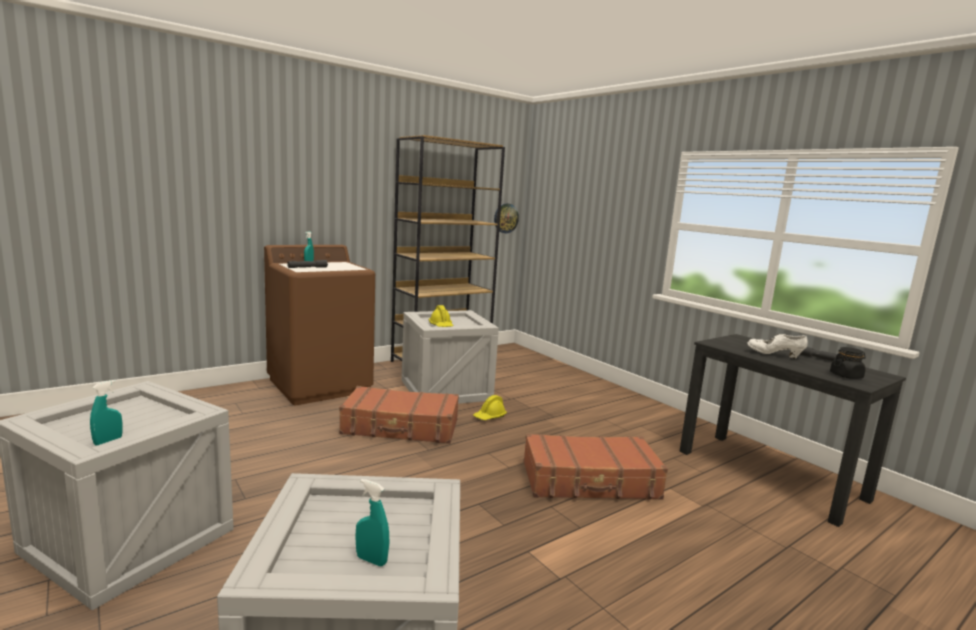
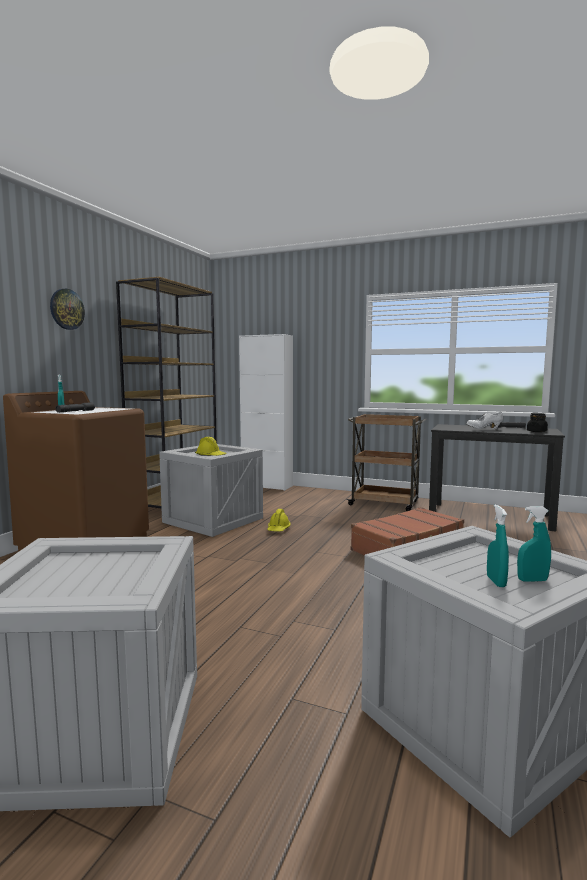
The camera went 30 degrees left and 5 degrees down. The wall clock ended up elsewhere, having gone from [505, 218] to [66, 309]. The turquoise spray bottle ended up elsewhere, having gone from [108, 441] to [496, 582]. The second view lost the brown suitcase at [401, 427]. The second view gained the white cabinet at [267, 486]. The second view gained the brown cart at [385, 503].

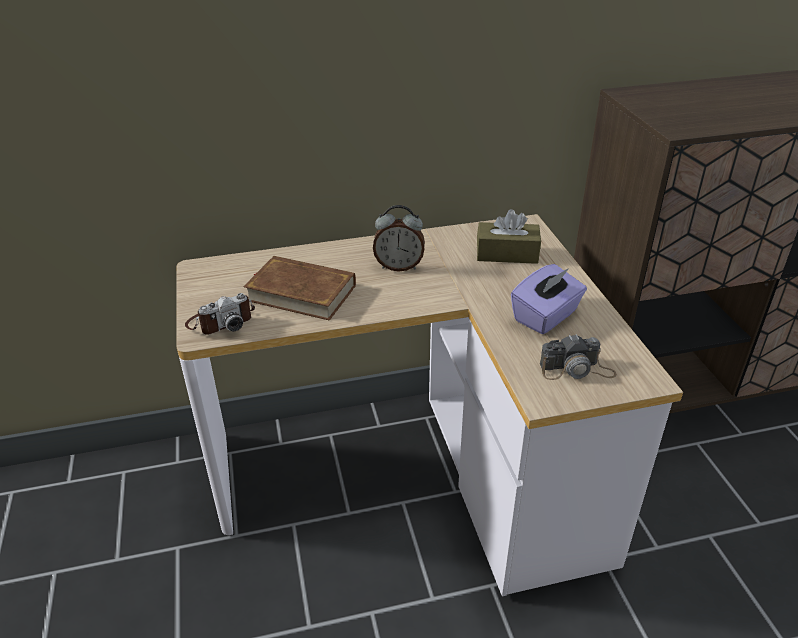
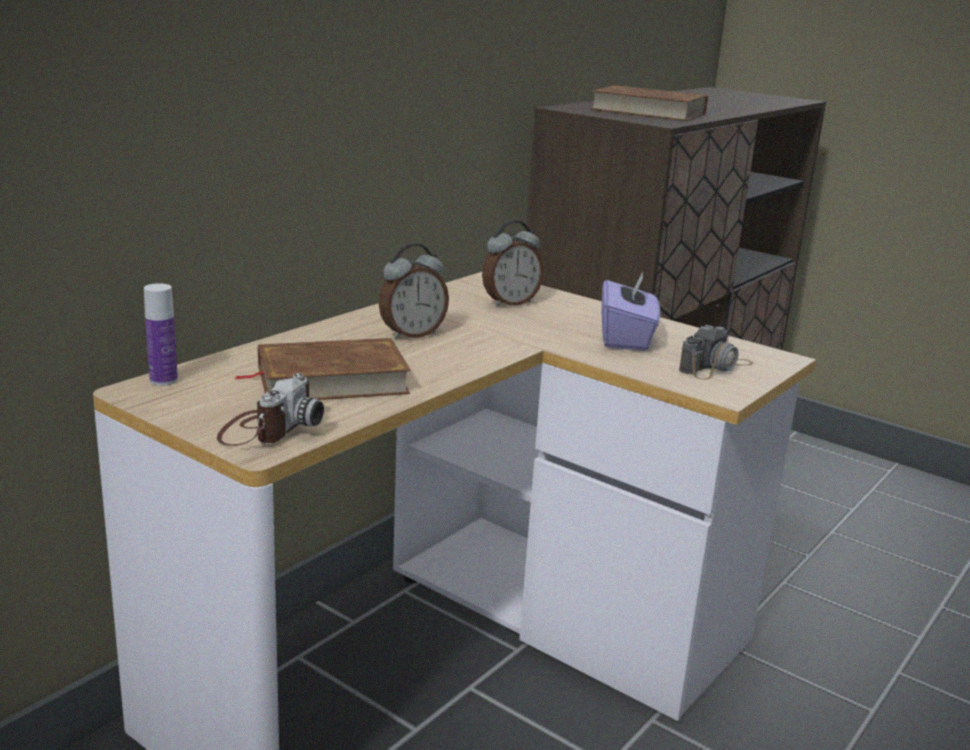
The camera went 40 degrees left and 15 degrees down. Where the brown tissue box stood at [507, 254], the alarm clock came to stand at [509, 303]. The second view gained the brown book at [647, 112]. The second view gained the bottle at [163, 380].

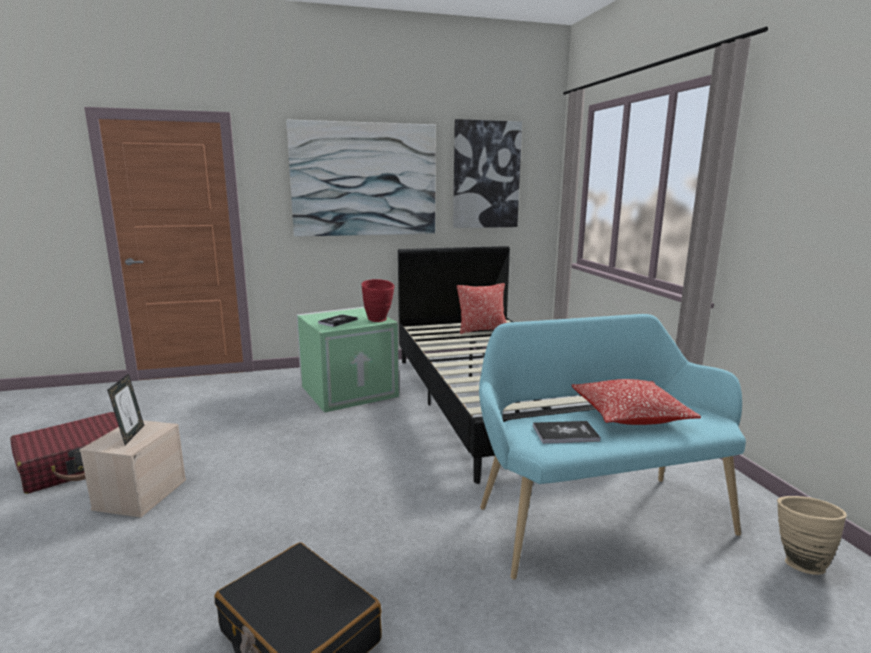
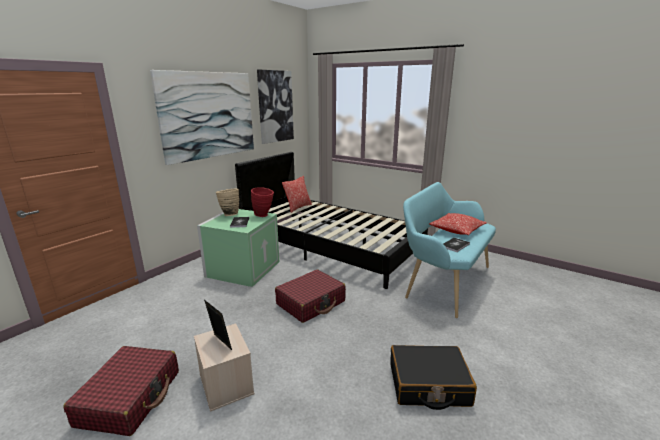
The camera went 40 degrees left and 5 degrees up. The beige vase ended up elsewhere, having gone from [798, 561] to [229, 214]. The second view gained the red suitcase at [311, 303].

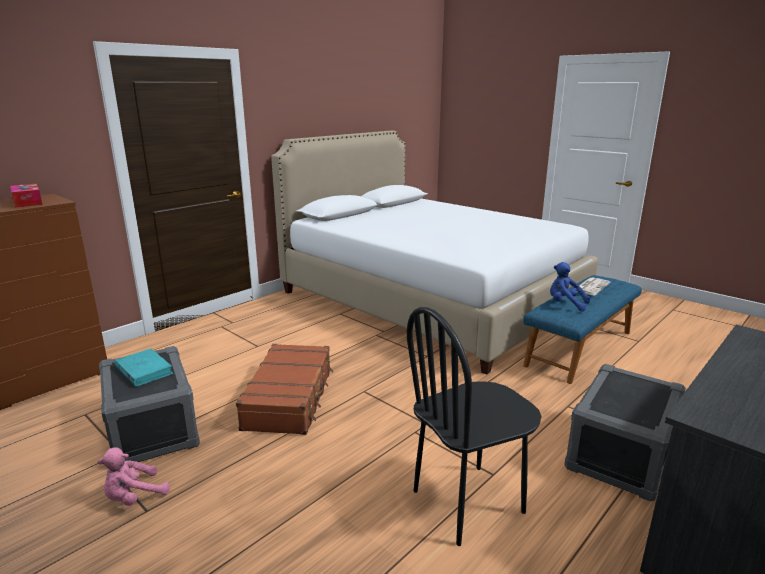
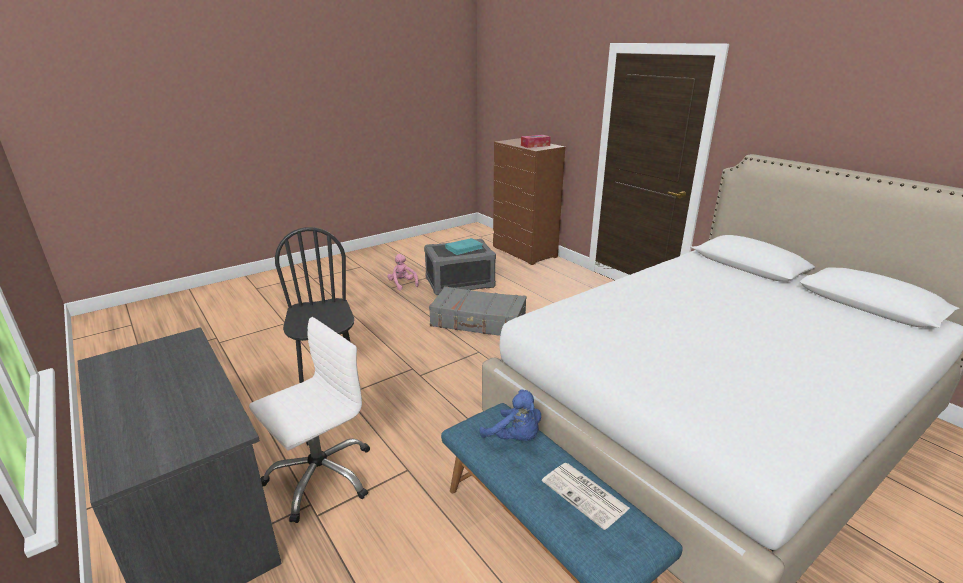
The camera went 100 degrees right and 5 degrees up. The blue plush toy at [565, 304] ended up facing another way, 90 degrees clockwise from before. What was the brown suitcase at [290, 398] turned into the grey suitcase at [478, 321]. Where the grey storage box stood at [619, 453], the white office chair came to stand at [320, 476].

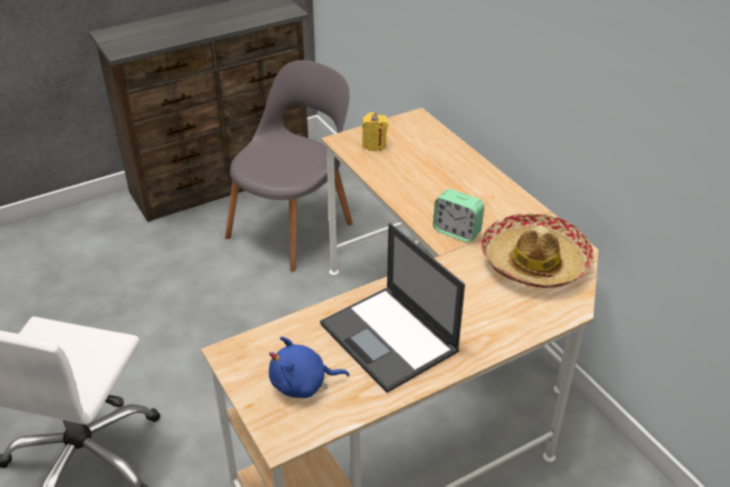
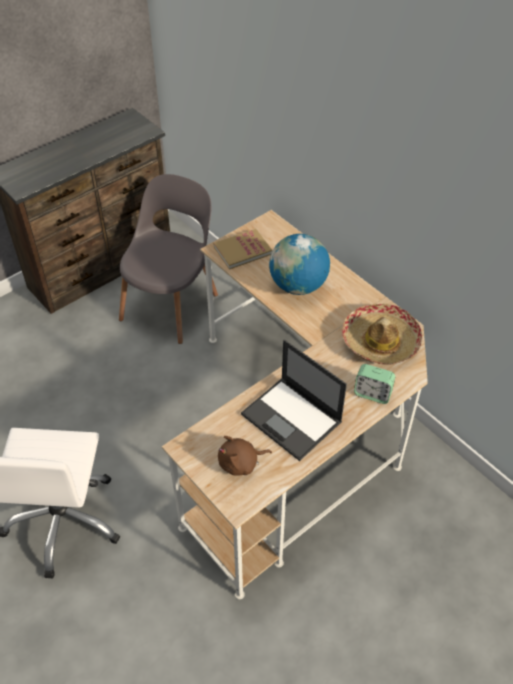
The camera went 10 degrees left and 10 degrees up. Where the yellow candle stood at [374, 144], the book came to stand at [242, 250]. The alarm clock ended up elsewhere, having gone from [457, 231] to [372, 393]. What was the blue plush toy at [303, 384] turned into the brown plush toy at [241, 463]. The second view gained the globe at [298, 285].

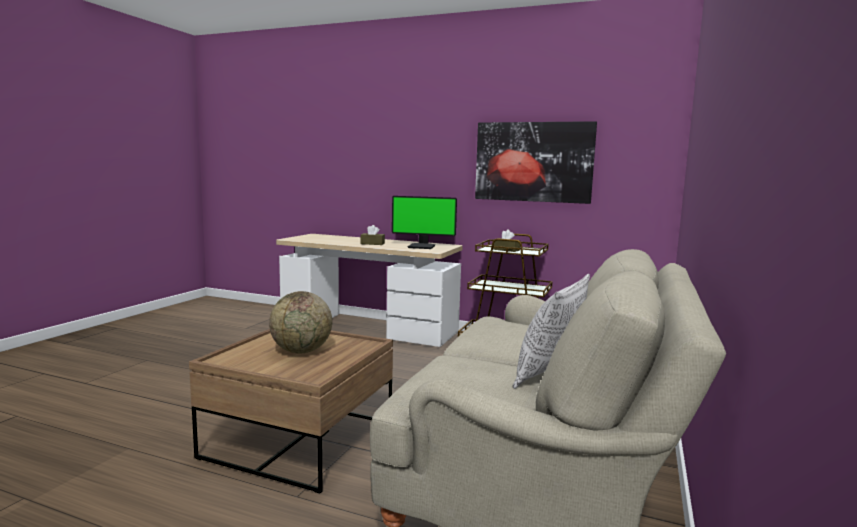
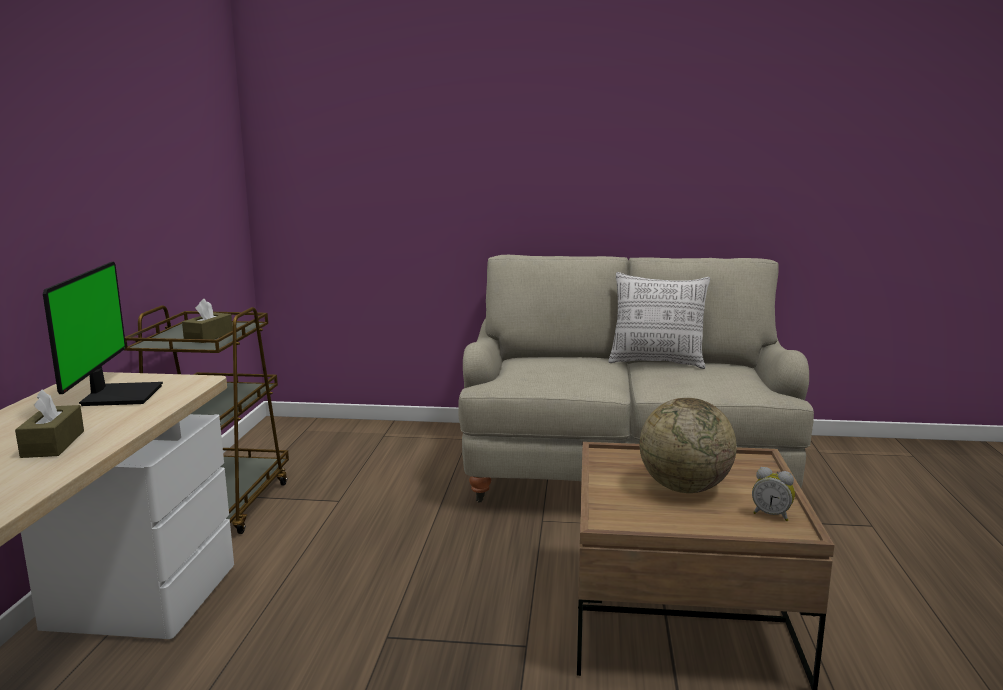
The camera went 105 degrees left and 5 degrees up. The second view lost the picture at [533, 162]. The second view gained the alarm clock at [771, 515].

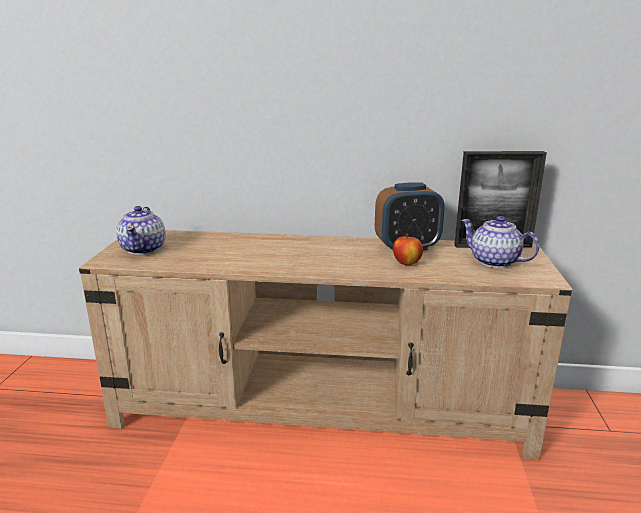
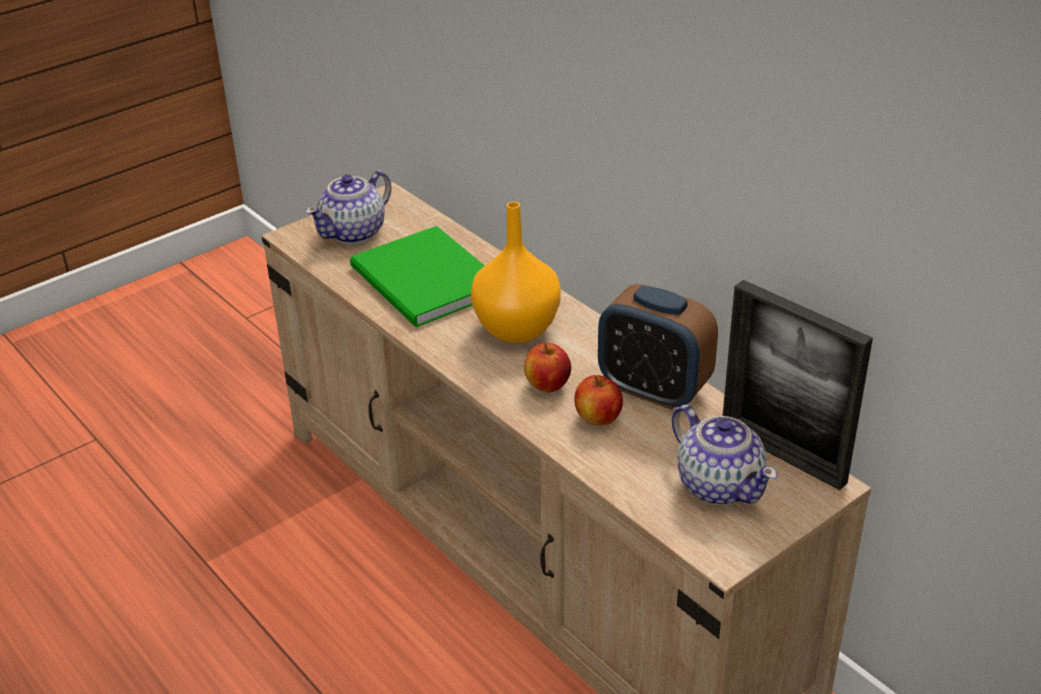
The camera went 45 degrees right and 15 degrees up. The teapot at [495, 262] ended up facing another way, 150 degrees clockwise from before. The second view gained the orange vase at [515, 329]. The second view gained the green book at [425, 283]. The second view gained the apple at [547, 385].

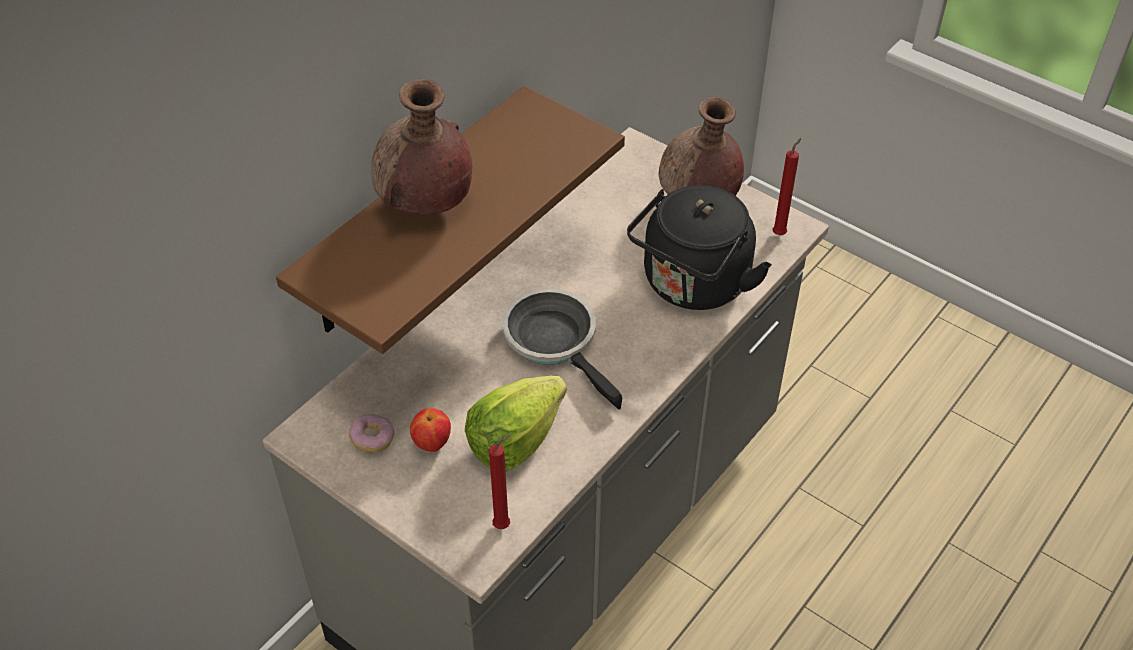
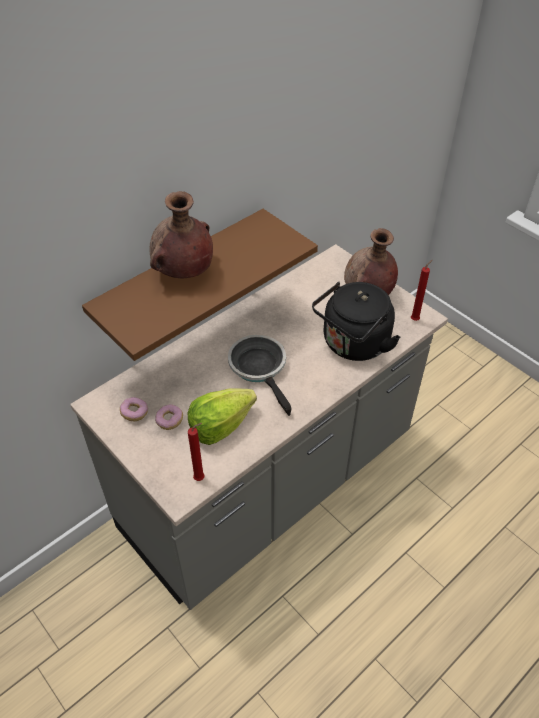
The camera went 10 degrees right and 0 degrees up. Where the apple stood at [432, 444], the donut came to stand at [169, 421].

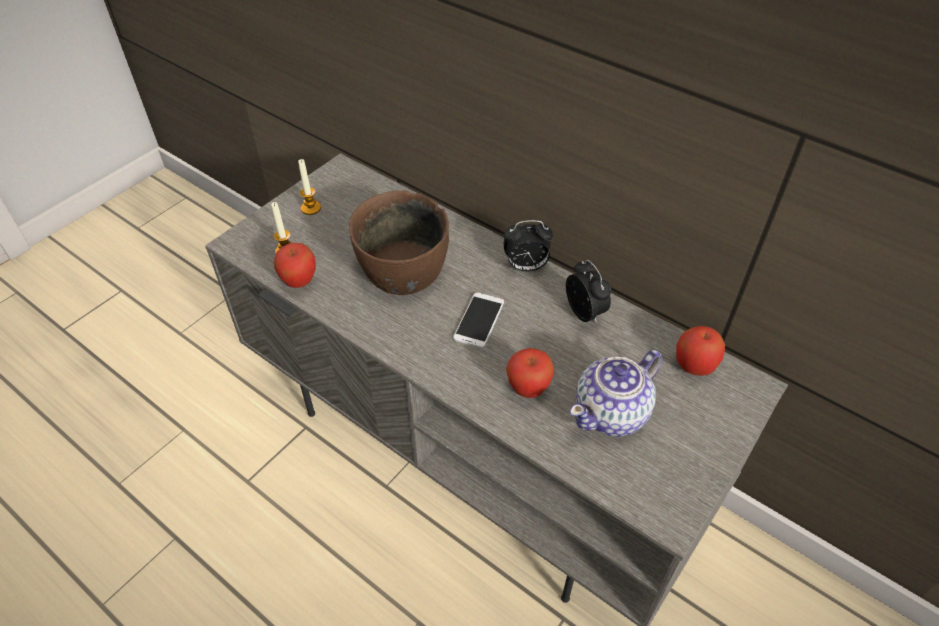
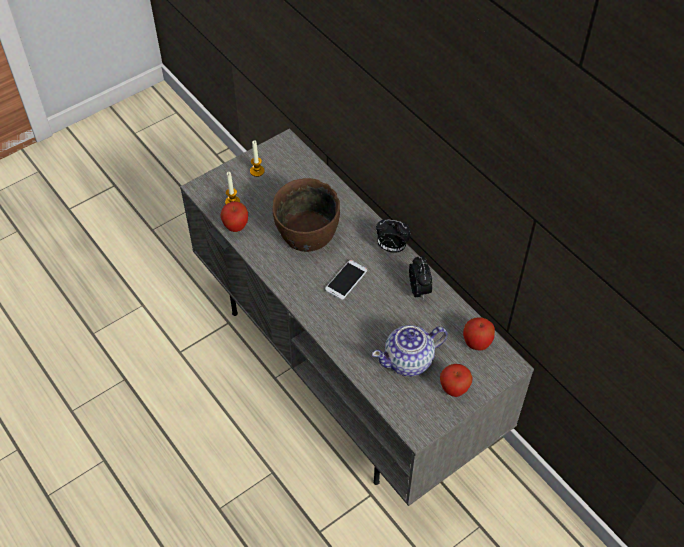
The camera went 15 degrees right and 5 degrees up. The apple ended up elsewhere, having gone from [528, 389] to [454, 390].

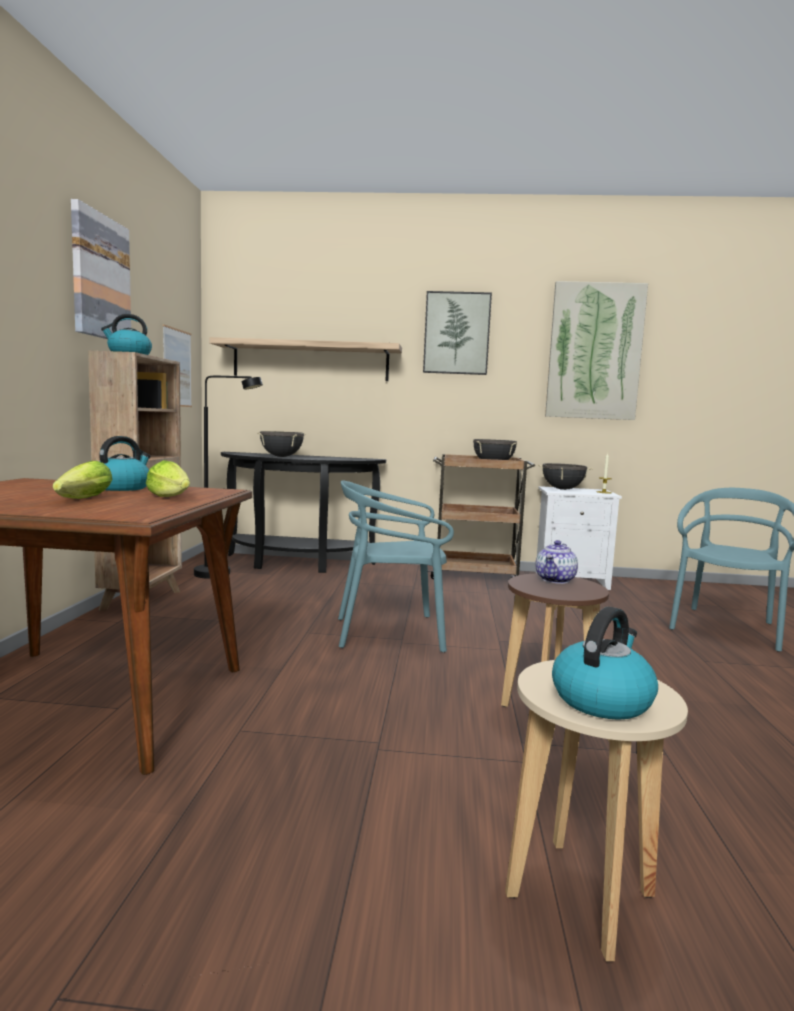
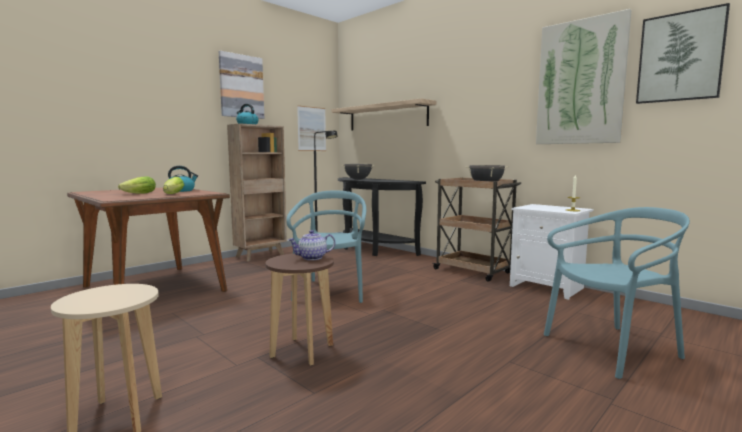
The camera went 40 degrees right and 0 degrees up. The picture ended up elsewhere, having gone from [456, 333] to [680, 57]. The second view lost the black cooking pot at [562, 489]. The turquoise chair at [390, 632] ended up facing another way, 60 degrees clockwise from before. The second view lost the kettle at [601, 699].

